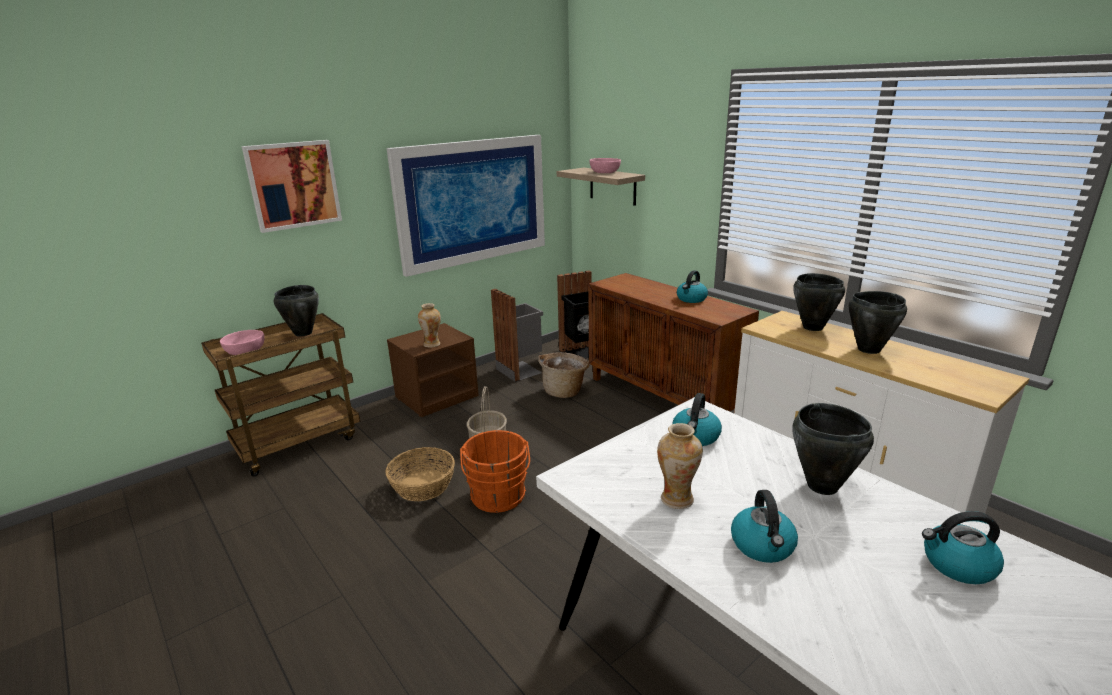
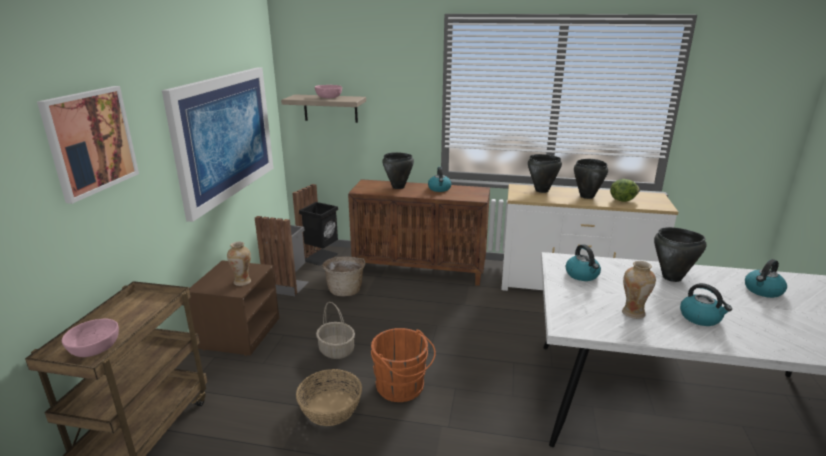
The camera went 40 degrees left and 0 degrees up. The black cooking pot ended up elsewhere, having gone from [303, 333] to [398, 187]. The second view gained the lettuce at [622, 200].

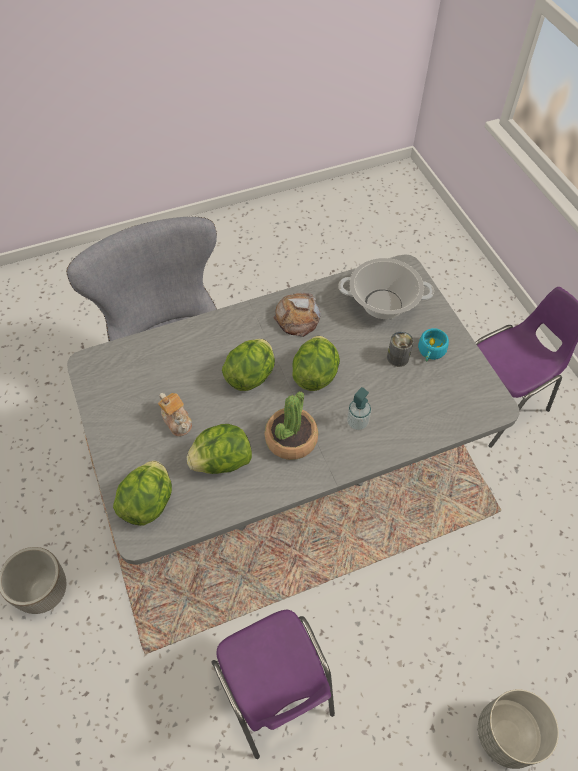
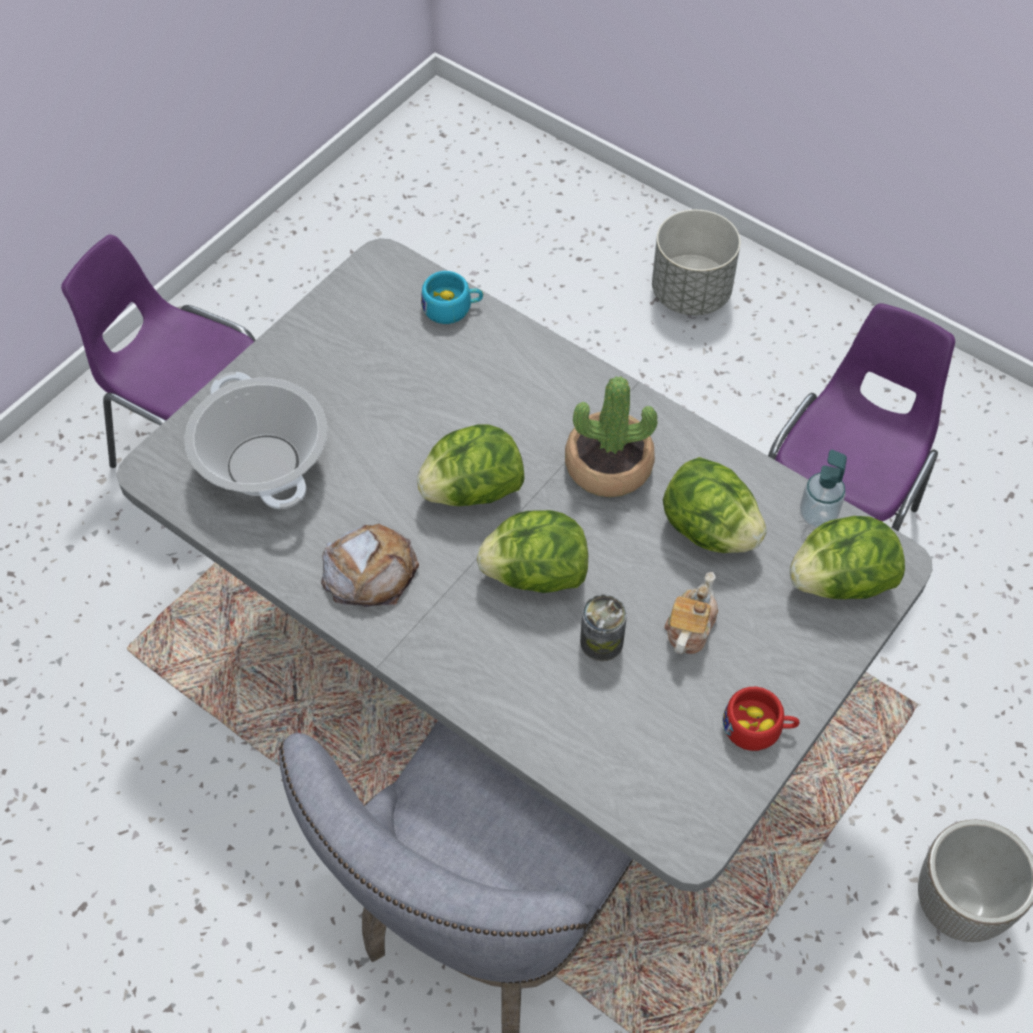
The camera went 120 degrees left and 0 degrees up. The turquoise cup ended up elsewhere, having gone from [430, 352] to [452, 308]. The can ended up elsewhere, having gone from [397, 357] to [601, 642]. The soap dispenser ended up elsewhere, having gone from [357, 423] to [817, 515]. The second view gained the red cup at [758, 727].

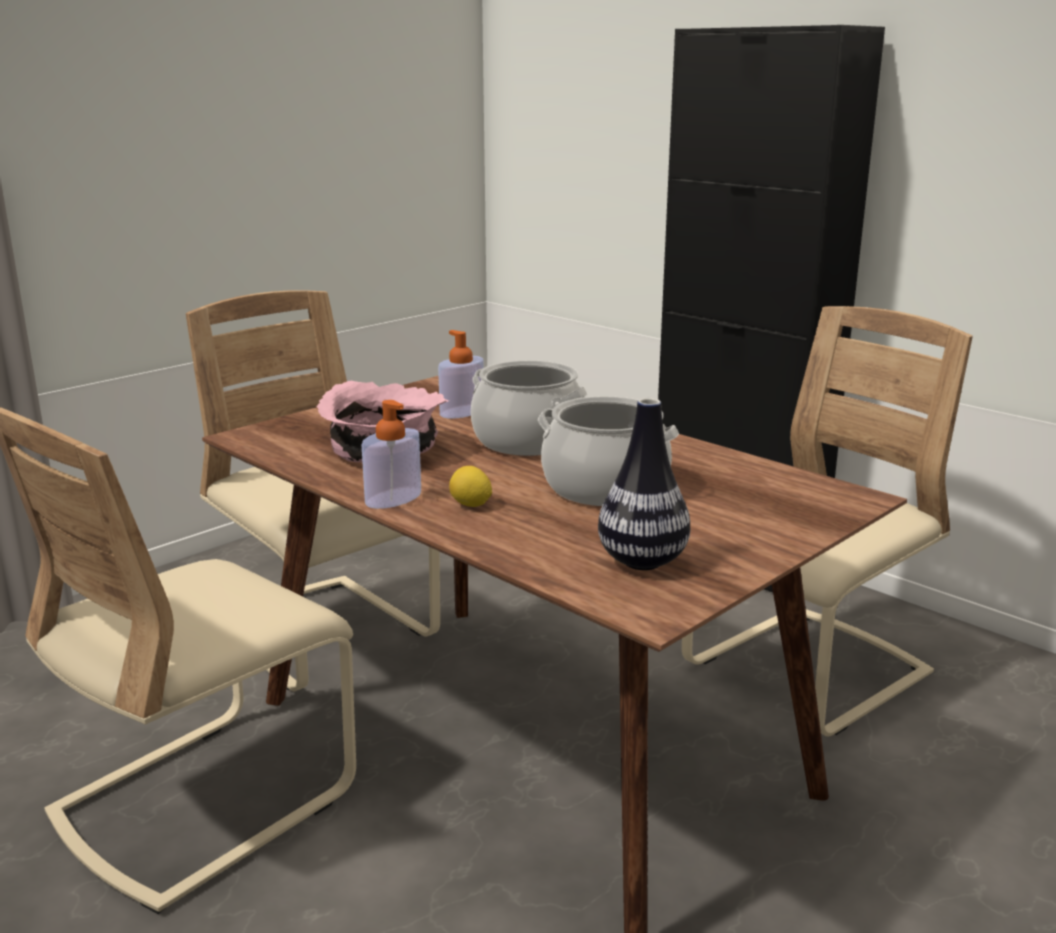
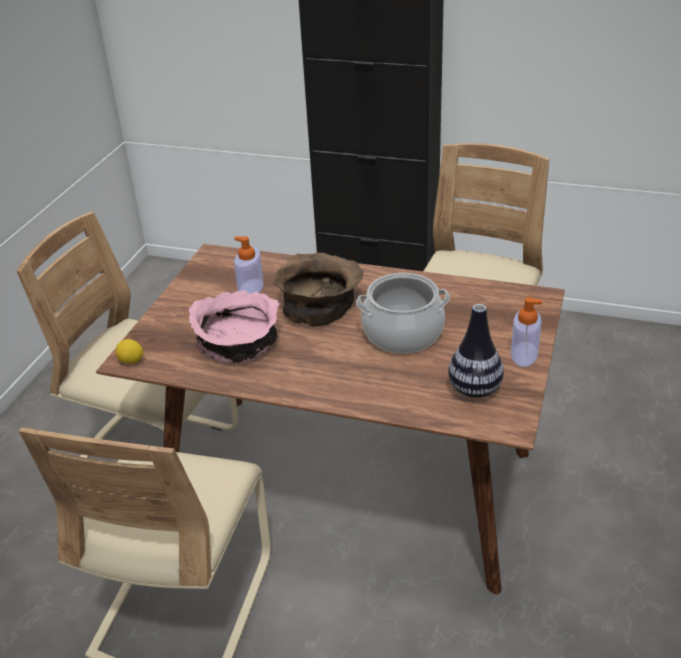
The camera went 25 degrees left and 15 degrees up. Where the cooking pot stood at [529, 440], the brown bowl came to stand at [320, 304]. The soap dispenser ended up elsewhere, having gone from [393, 498] to [524, 354]. The lemon ended up elsewhere, having gone from [470, 505] to [131, 361].

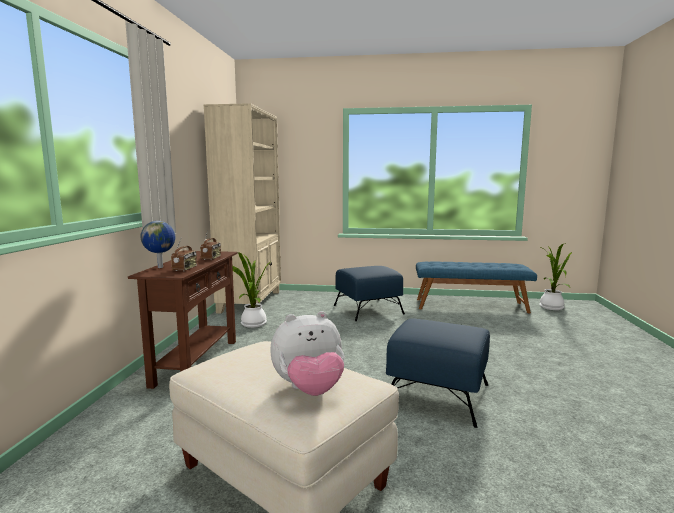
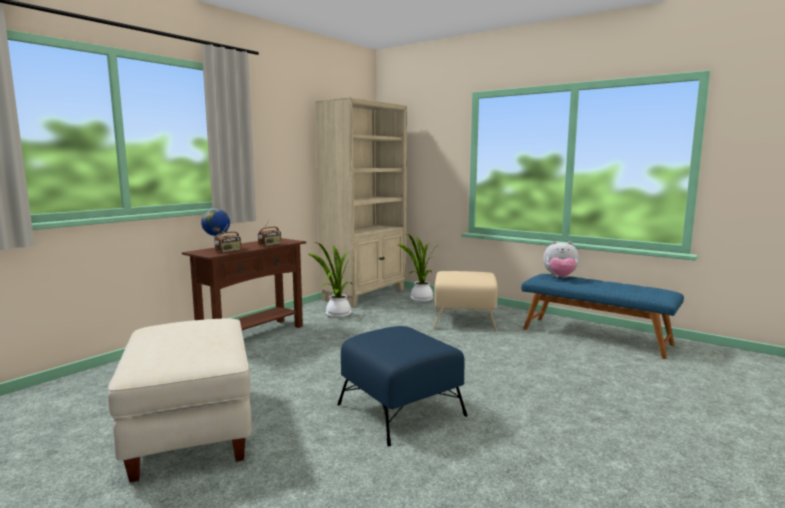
The camera went 30 degrees right and 0 degrees up. The potted plant ended up elsewhere, having gone from [551, 308] to [420, 299]. What was the blue ottoman at [368, 309] turned into the beige ottoman at [465, 320]. The plush toy ended up elsewhere, having gone from [309, 390] to [560, 278].

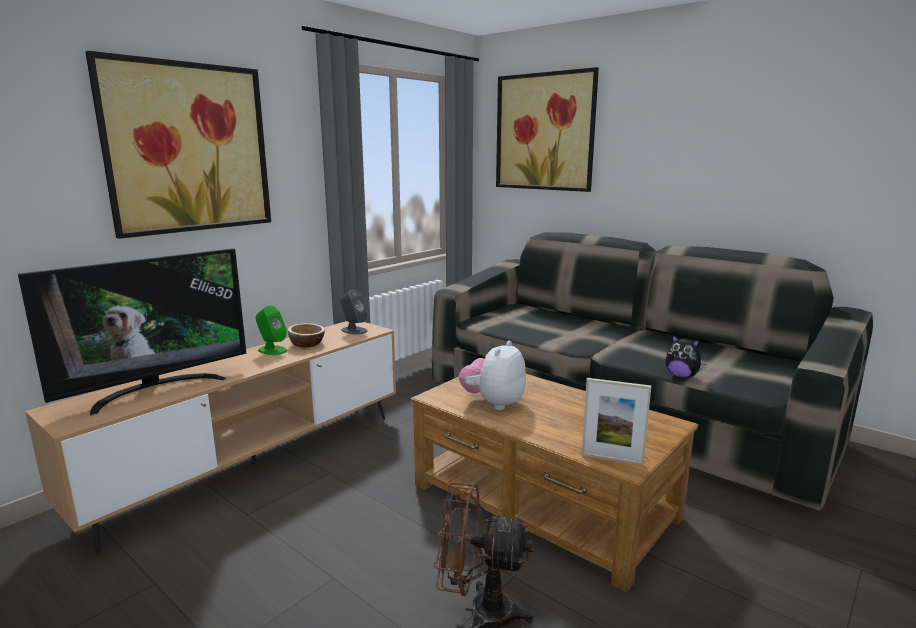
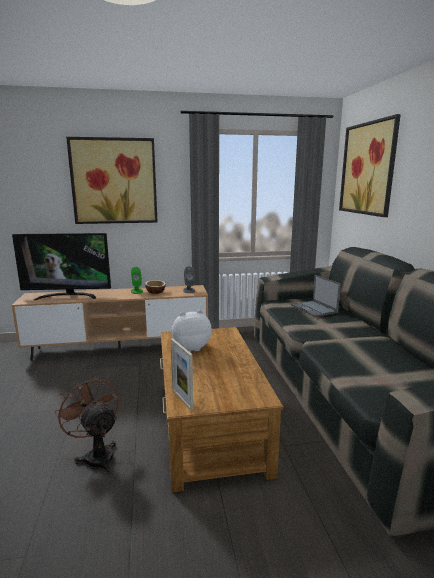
The camera went 40 degrees right and 0 degrees up. The second view lost the plush toy at [682, 376]. The second view gained the laptop at [314, 309].

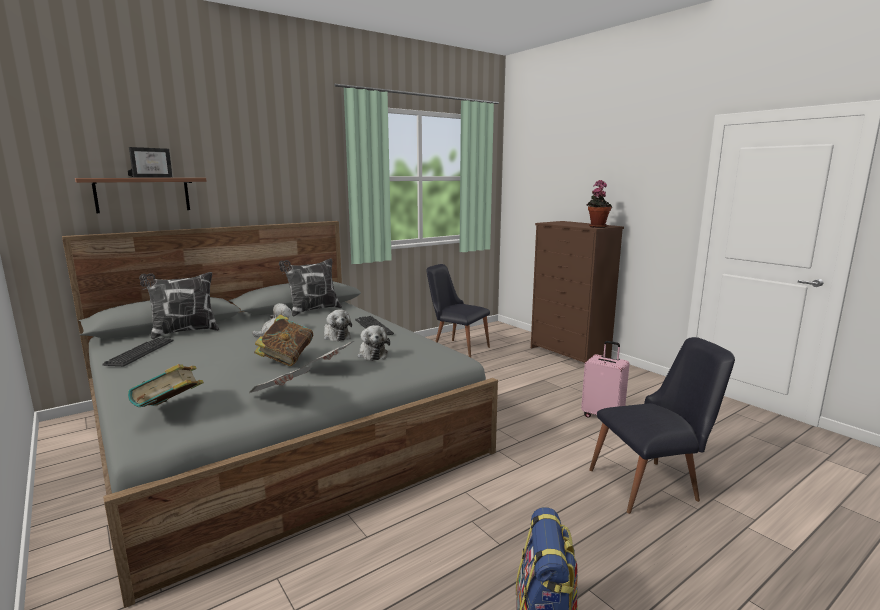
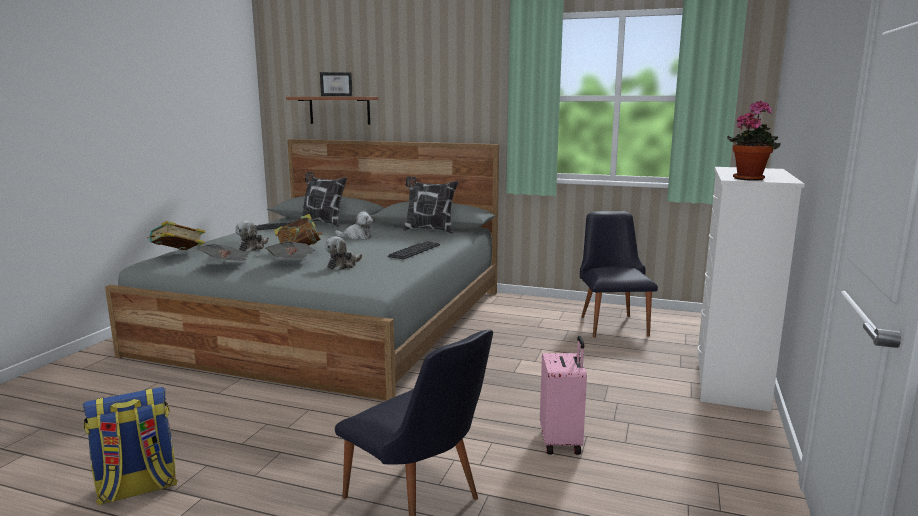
The camera went 55 degrees right and 0 degrees up. What was the brown dresser at [569, 354] turned into the white dresser at [729, 381]. The plush toy ended up elsewhere, having gone from [336, 336] to [253, 247].

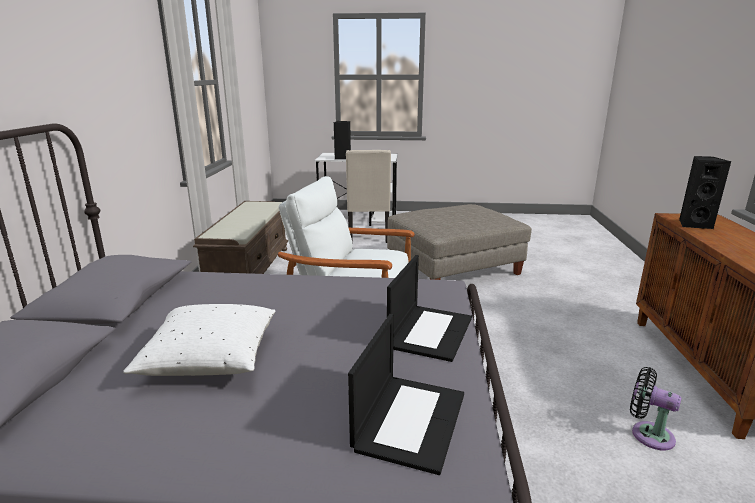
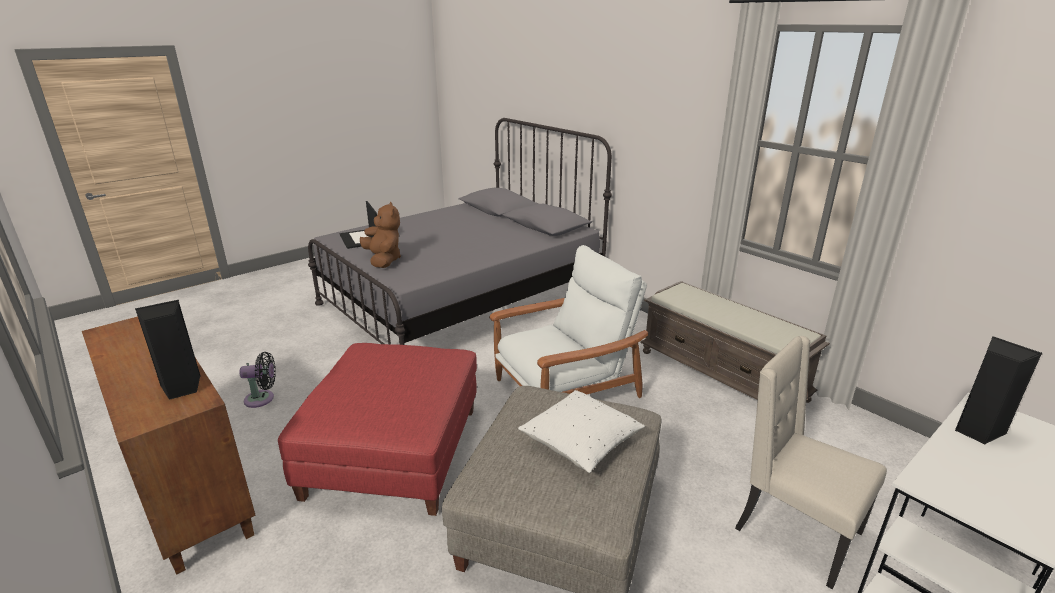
The camera went 135 degrees right and 5 degrees up. Where the laptop stood at [430, 331], the brown plush toy came to stand at [383, 260]. The white pillow ended up elsewhere, having gone from [211, 360] to [580, 443]. The second view gained the red ottoman at [394, 450].

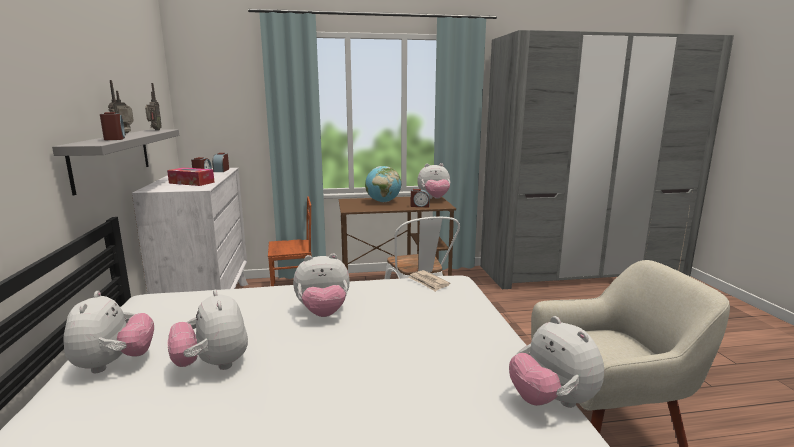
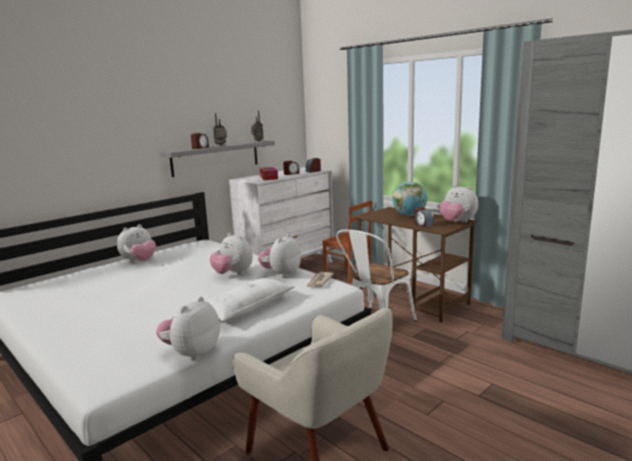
The camera went 55 degrees right and 0 degrees up. The plush toy ended up elsewhere, having gone from [213, 365] to [281, 274]. The second view gained the white pillow at [246, 308].

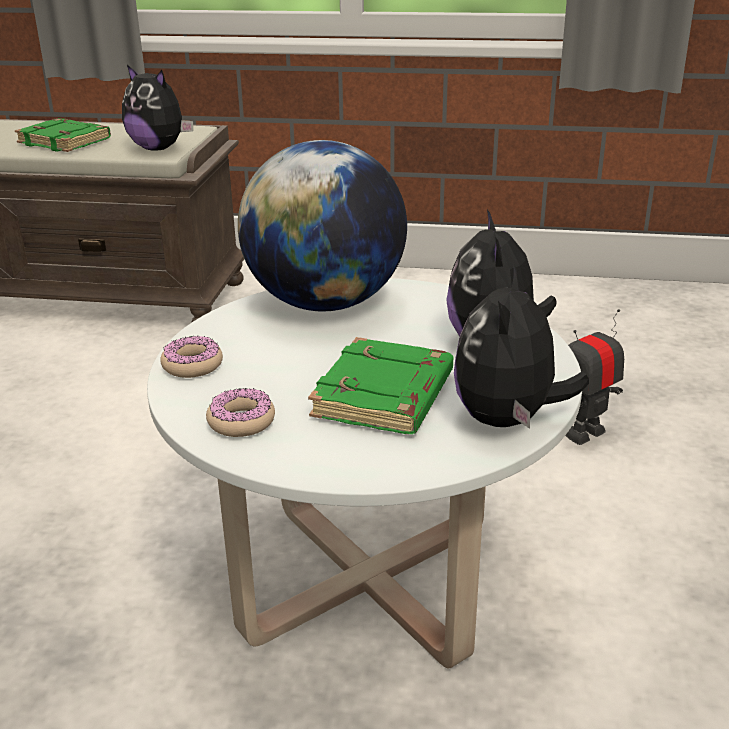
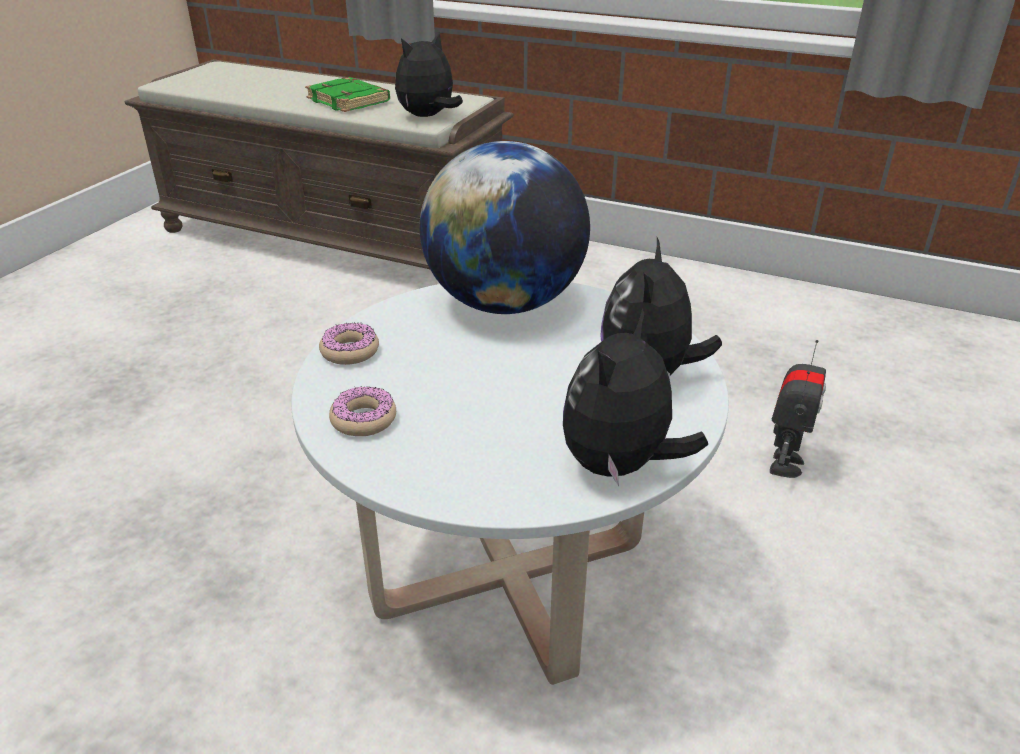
The camera went 15 degrees right and 5 degrees up. The plush toy at [159, 148] ended up facing another way, 90 degrees clockwise from before. The toy robot at [584, 433] ended up facing another way, 135 degrees clockwise from before. The second view lost the green book at [385, 397].

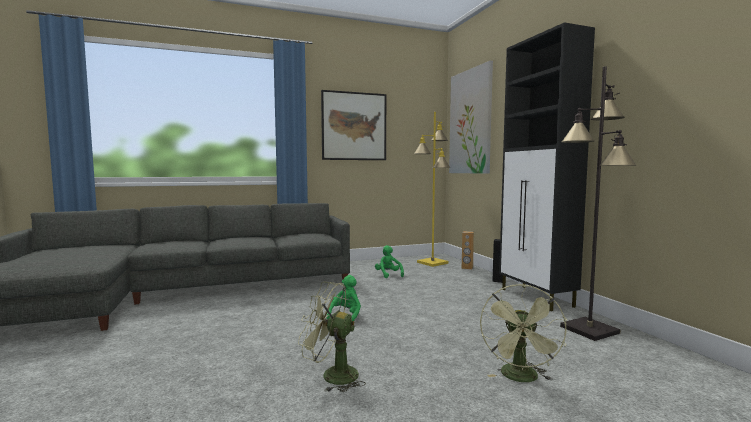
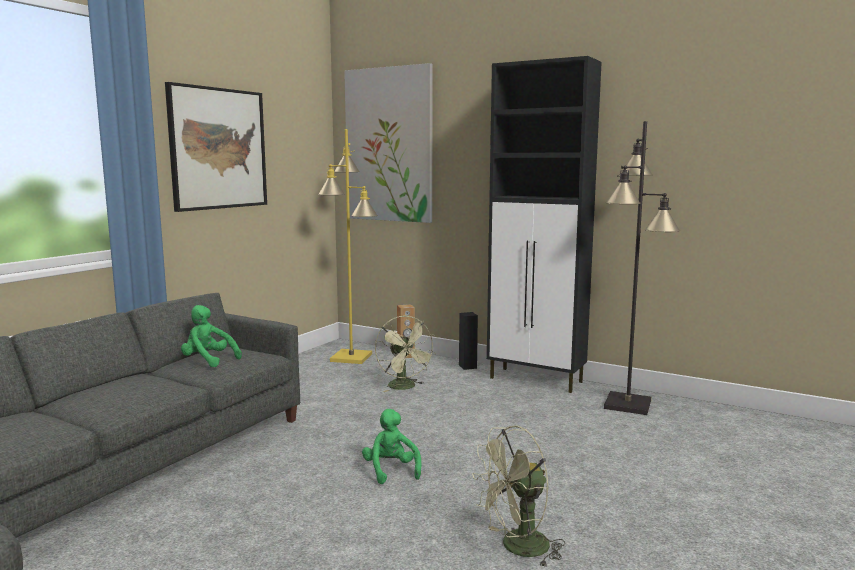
The camera went 40 degrees left and 5 degrees up. The green plush toy ended up elsewhere, having gone from [388, 275] to [208, 361]. The green fan ended up elsewhere, having gone from [521, 378] to [405, 387].

